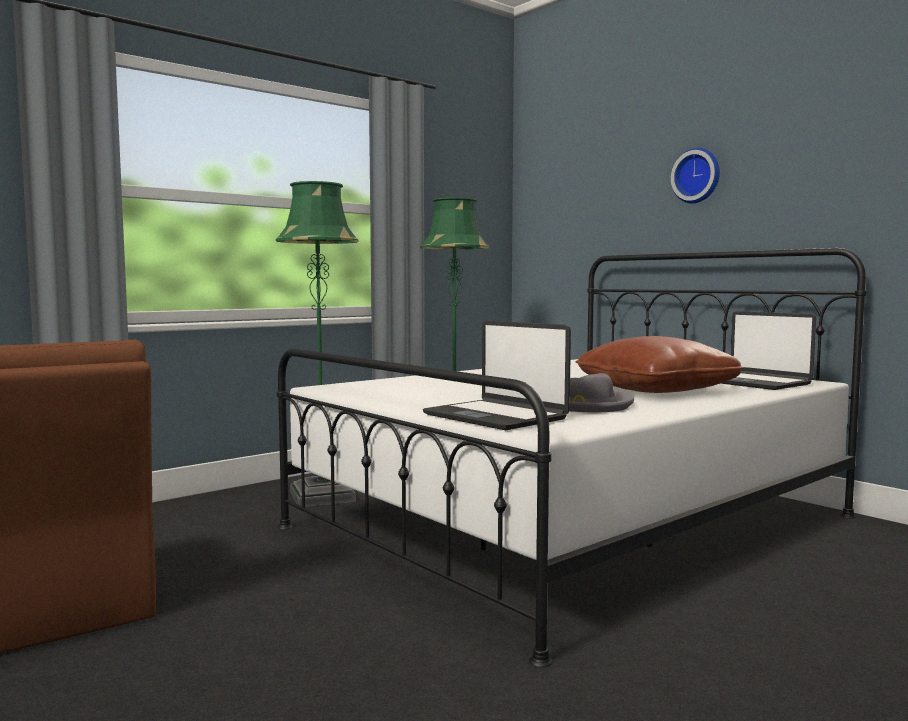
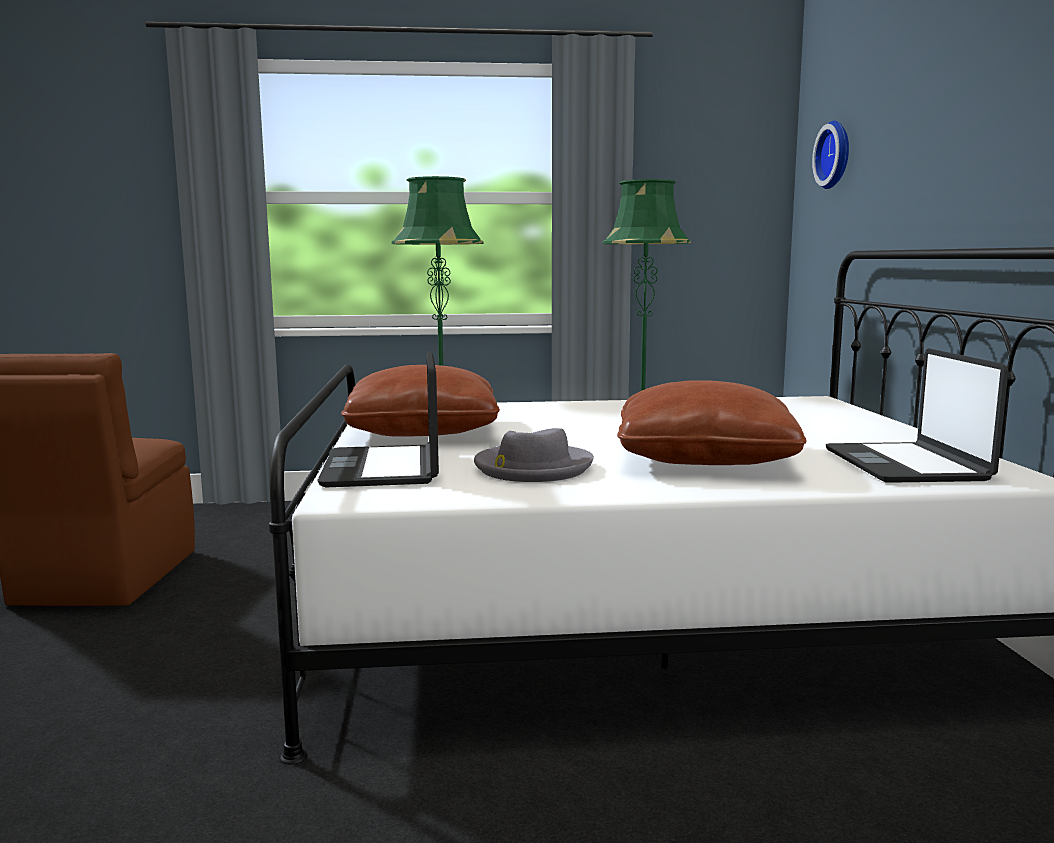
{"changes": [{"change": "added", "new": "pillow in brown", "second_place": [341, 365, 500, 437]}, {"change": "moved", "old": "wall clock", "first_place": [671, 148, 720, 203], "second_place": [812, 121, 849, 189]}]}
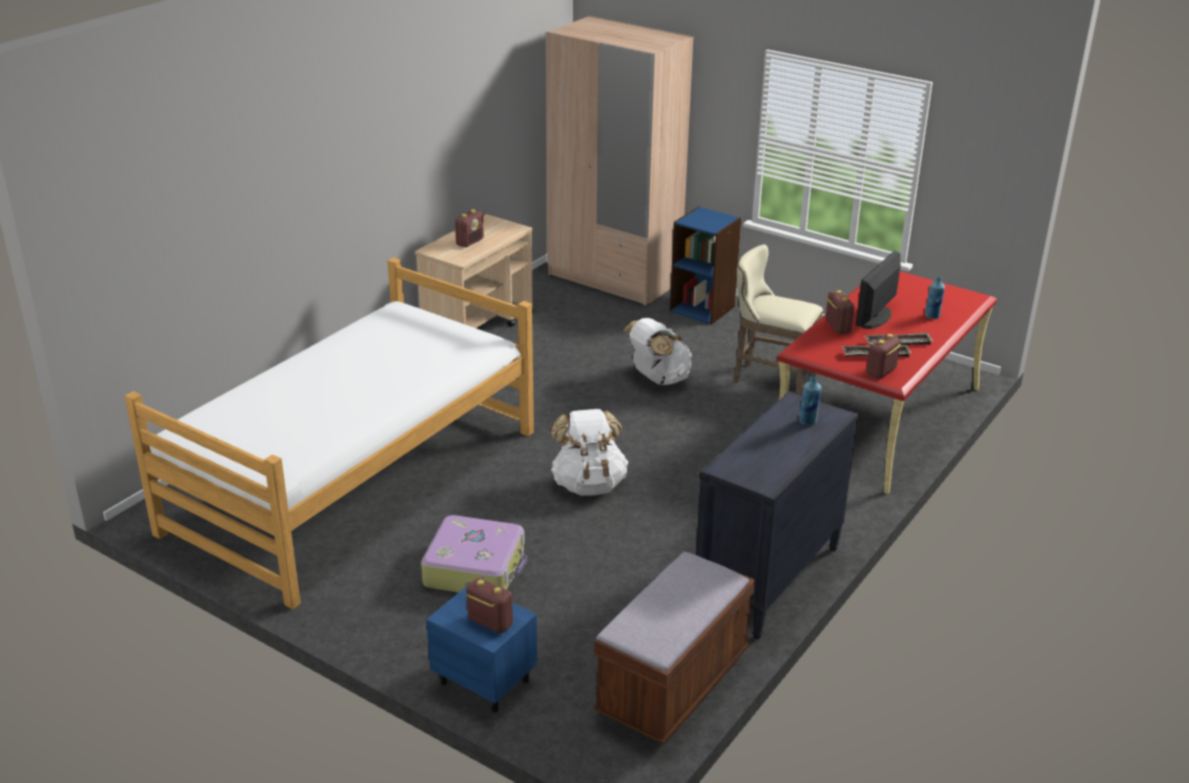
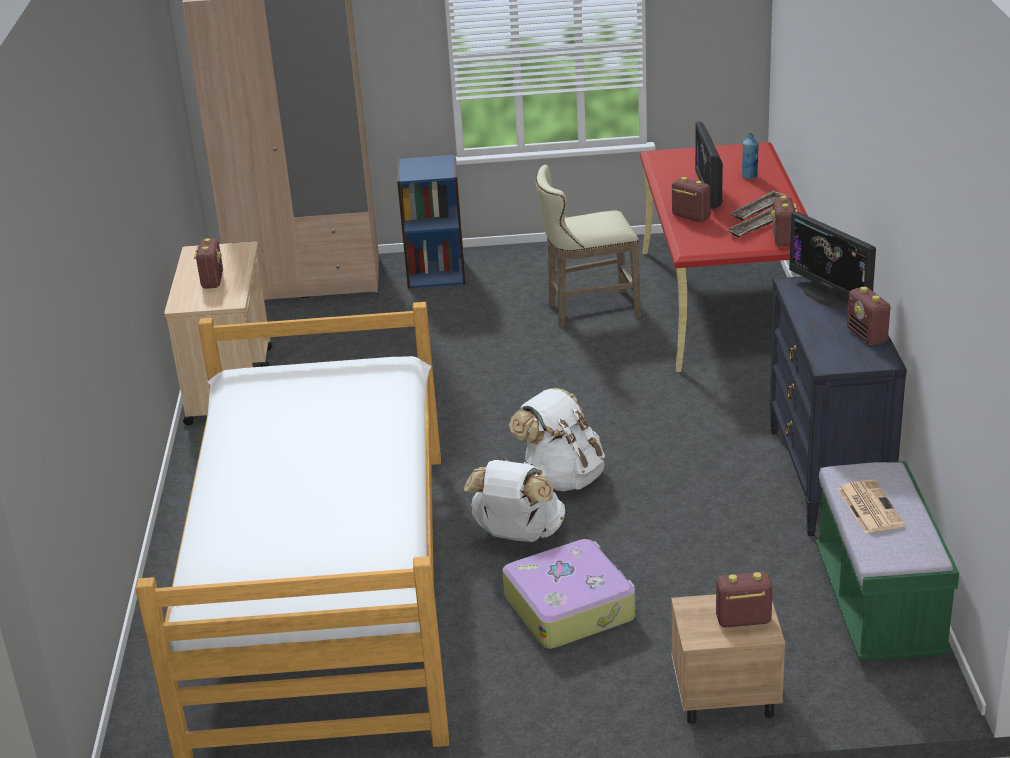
{"changes": [{"change": "added", "new": "newspaper", "second_place": [837, 480, 905, 533]}, {"change": "added", "new": "radio", "second_place": [847, 287, 892, 346]}, {"change": "moved", "old": "backpack in white", "first_place": [624, 318, 692, 385], "second_place": [464, 460, 565, 542]}, {"change": "replaced", "old": "bottle in blue", "new": "monitor", "first_place": [799, 376, 821, 426], "second_place": [789, 212, 876, 311]}, {"change": "recoloured", "old": "nightstand in blue", "new": "nightstand in beige", "first_place": [426, 584, 537, 713], "second_place": [671, 594, 785, 724]}, {"change": "recoloured", "old": "bench in brown", "new": "bench in green", "first_place": [593, 552, 755, 745], "second_place": [816, 461, 959, 662]}]}
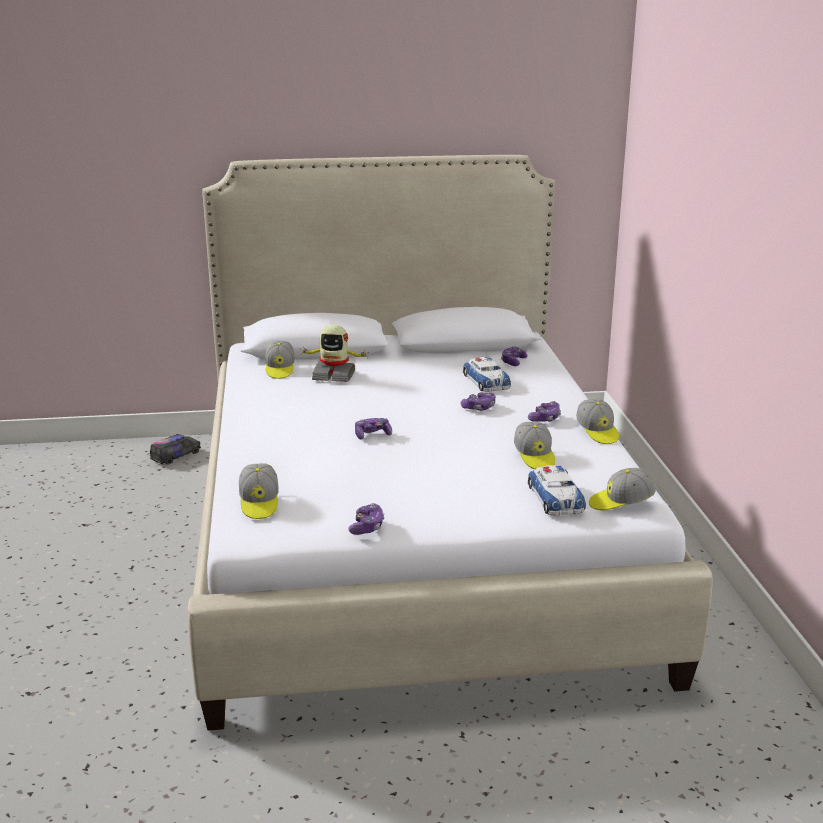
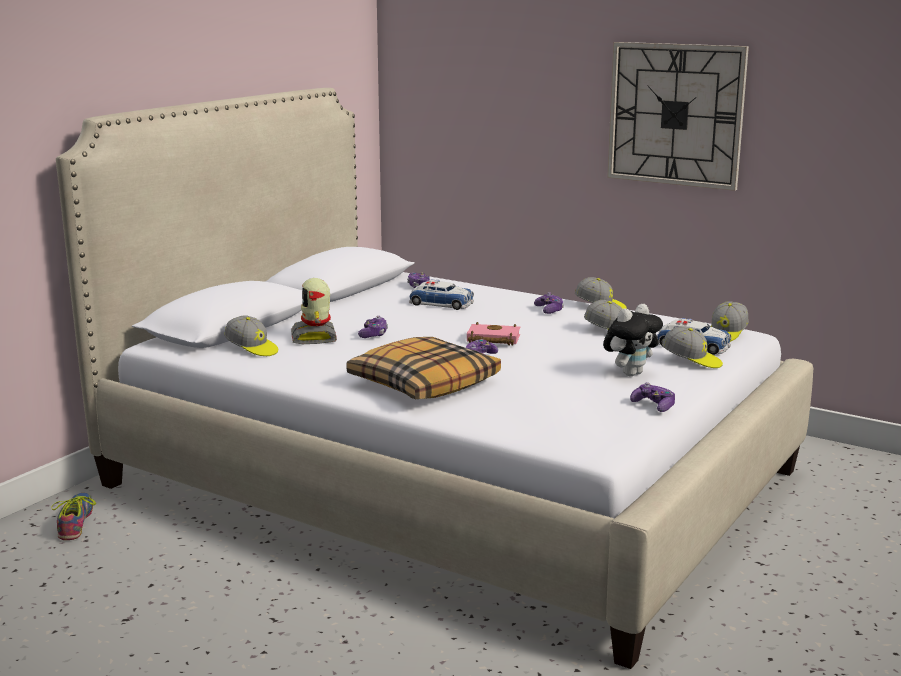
{"changes": [{"change": "added", "new": "pillow", "second_place": [346, 337, 501, 399]}, {"change": "added", "new": "book in pink", "second_place": [467, 322, 520, 346]}, {"change": "added", "new": "plush toy", "second_place": [603, 304, 663, 376]}, {"change": "added", "new": "wall clock", "second_place": [607, 42, 749, 191]}, {"change": "moved", "old": "cap", "first_place": [239, 463, 279, 519], "second_place": [662, 326, 723, 368]}, {"change": "moved", "old": "game controller", "first_place": [461, 392, 495, 411], "second_place": [358, 316, 388, 338]}, {"change": "replaced", "old": "toy truck", "new": "shoe", "first_place": [150, 434, 201, 465], "second_place": [51, 493, 96, 540]}, {"change": "turned", "old": "toy robot", "first_place": [300, 324, 368, 382], "second_place": [291, 278, 337, 344], "degrees": 120}]}
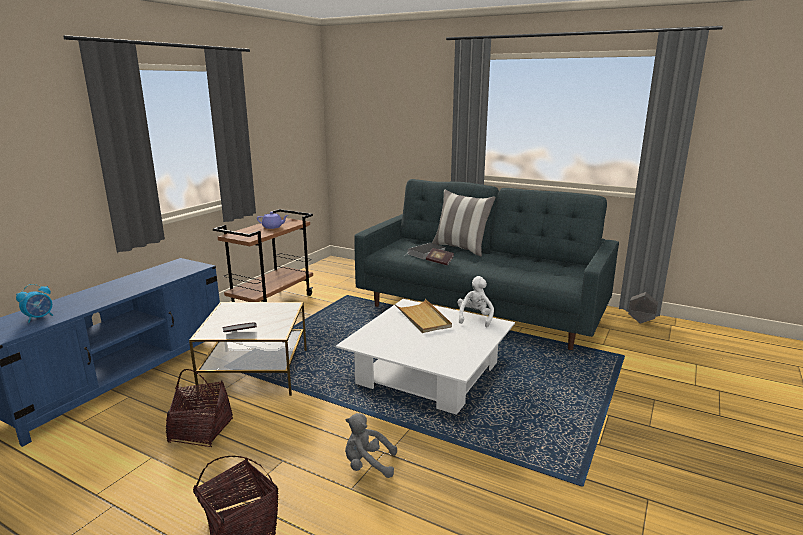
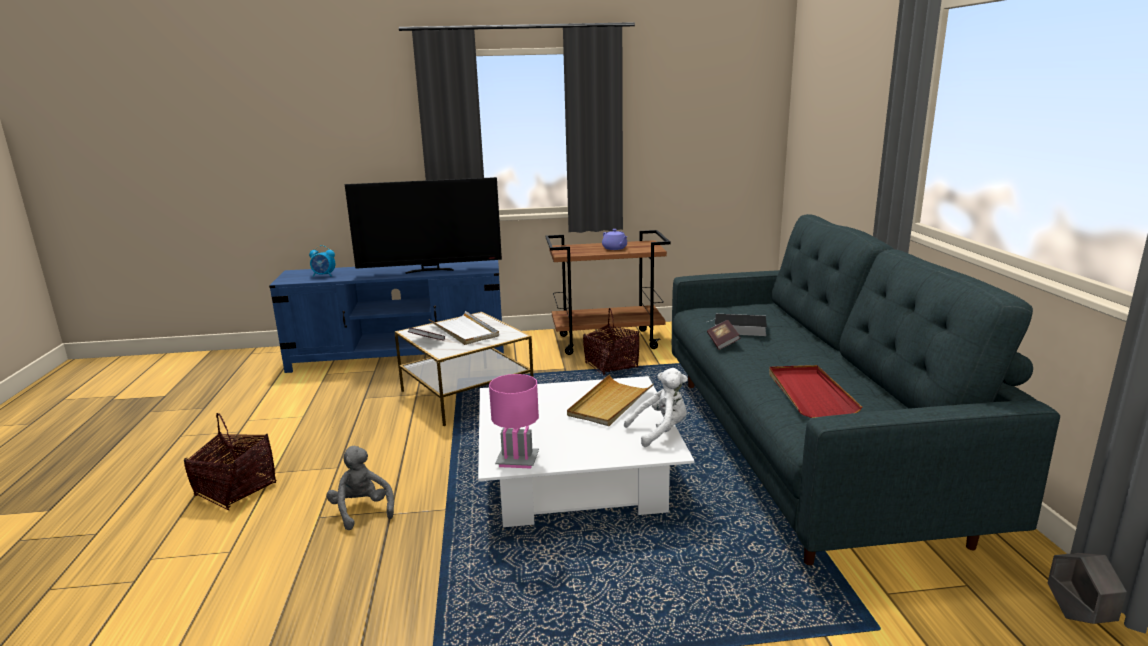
{"changes": [{"change": "removed", "old": "pillow", "first_place": [432, 189, 496, 256]}, {"change": "added", "new": "television", "second_place": [345, 177, 502, 274]}, {"change": "added", "new": "tray in white", "second_place": [429, 311, 499, 345]}, {"change": "added", "new": "table lamp in pink", "second_place": [489, 374, 539, 469]}, {"change": "added", "new": "tray in red", "second_place": [769, 365, 862, 418]}, {"change": "moved", "old": "basket", "first_place": [166, 369, 233, 447], "second_place": [583, 308, 639, 375]}]}
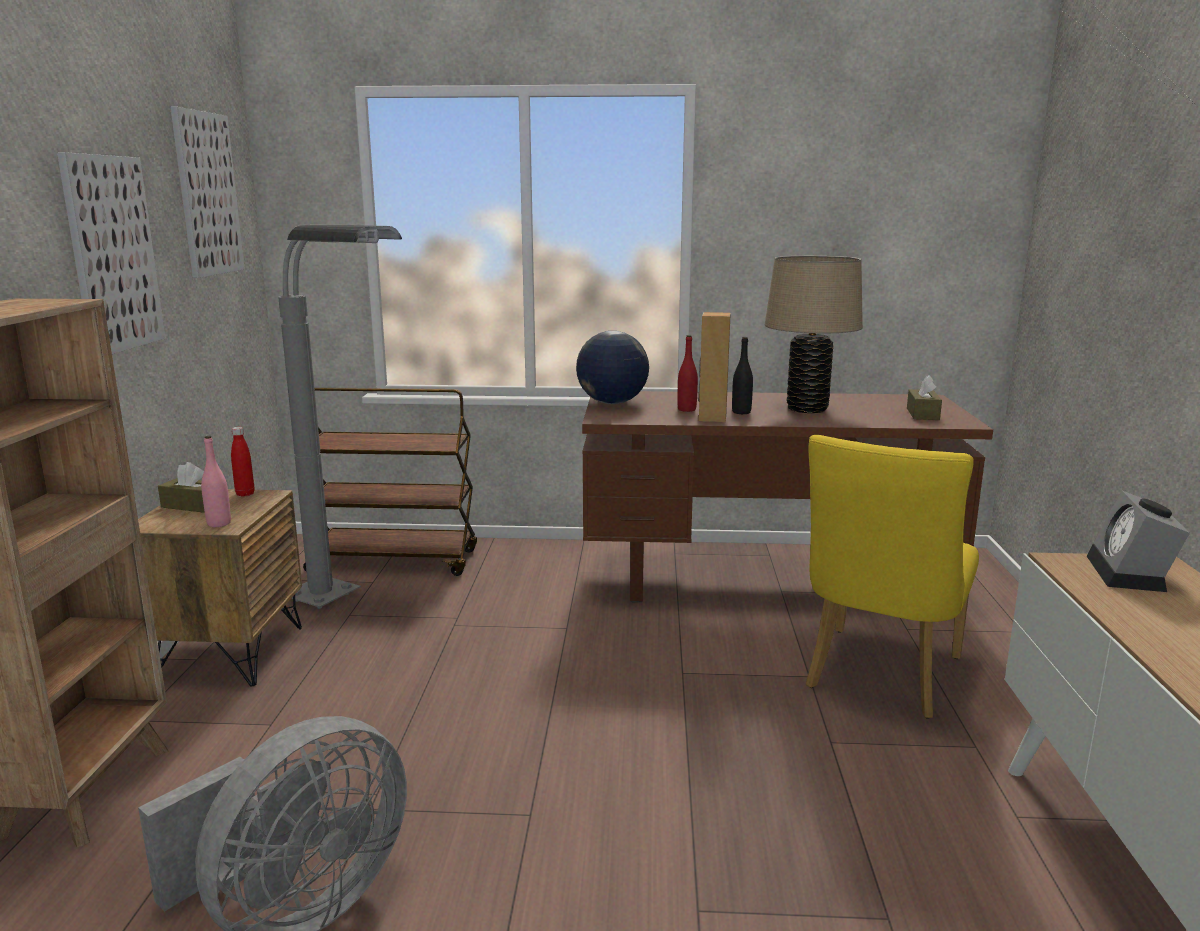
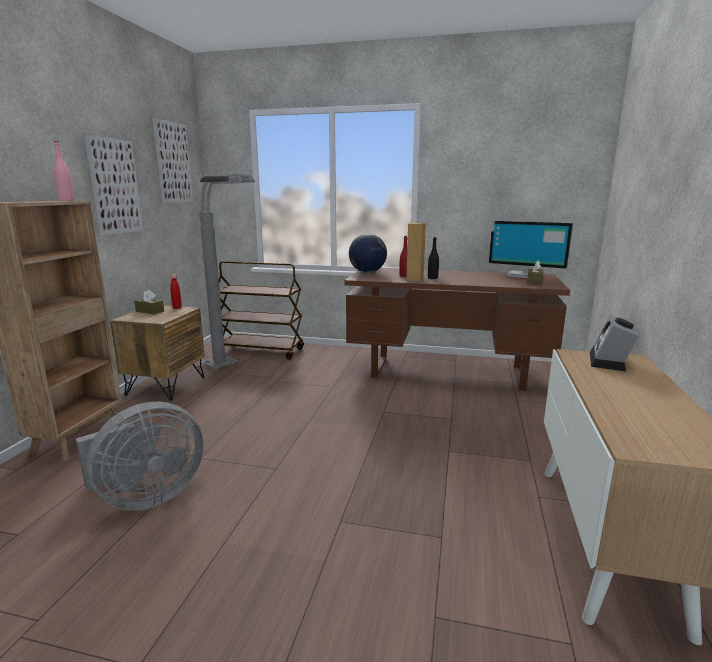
{"changes": [{"change": "removed", "old": "table lamp in beige", "first_place": [765, 256, 863, 413]}, {"change": "removed", "old": "chair in yellow", "first_place": [806, 435, 979, 719]}, {"change": "added", "new": "monitor", "second_place": [489, 220, 573, 278]}, {"change": "moved", "old": "bottle in pink", "first_place": [201, 436, 231, 527], "second_place": [53, 141, 74, 201]}]}
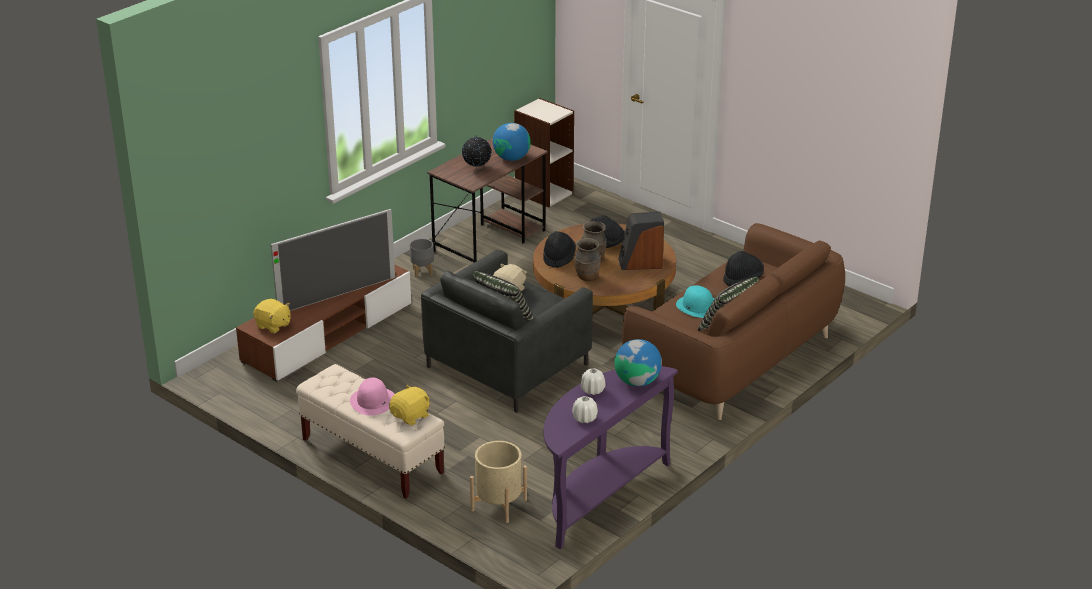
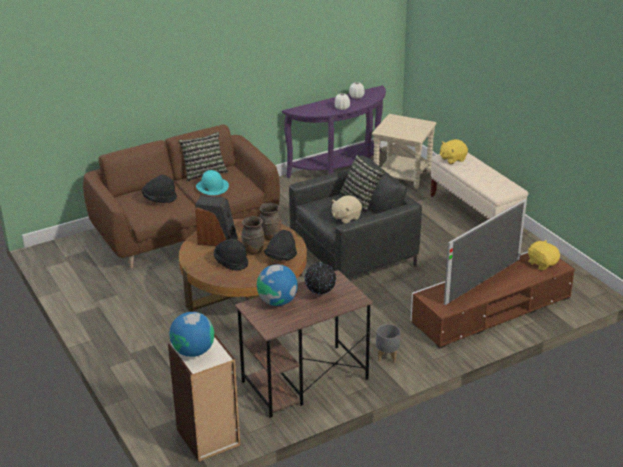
{"changes": [{"change": "removed", "old": "hat in pink", "first_place": [350, 377, 394, 415]}, {"change": "moved", "old": "globe", "first_place": [614, 339, 662, 387], "second_place": [169, 312, 214, 357]}, {"change": "replaced", "old": "planter in beige", "new": "side table in beige", "first_place": [470, 441, 527, 523], "second_place": [372, 114, 437, 189]}, {"change": "turned", "old": "television", "first_place": [271, 209, 395, 311], "second_place": [444, 199, 527, 305], "degrees": 150}]}
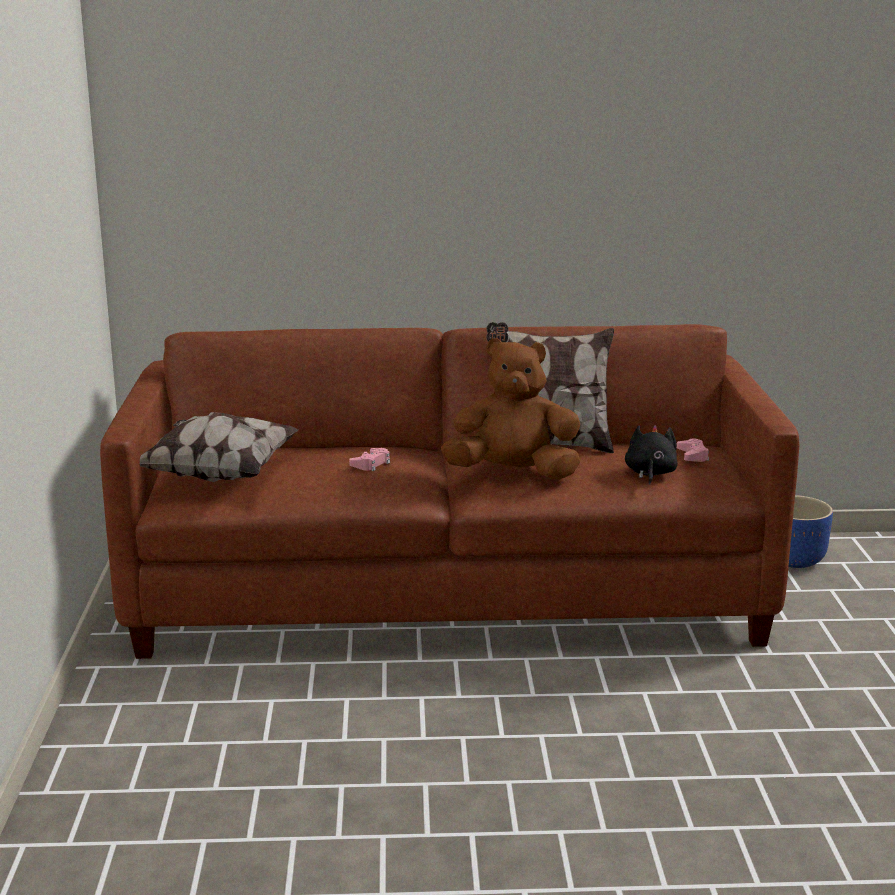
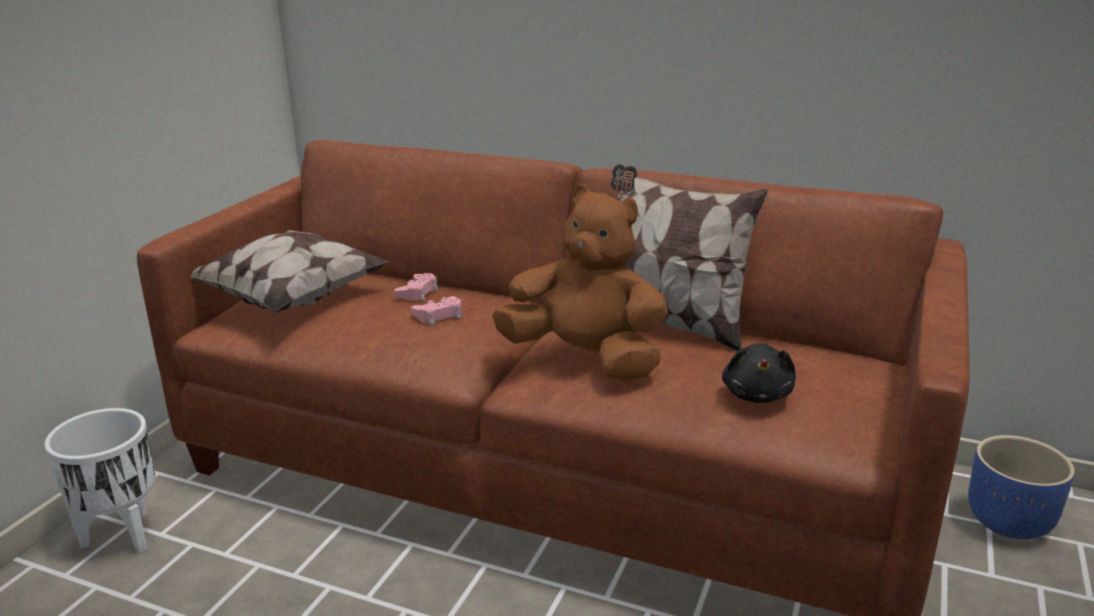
{"changes": [{"change": "added", "new": "planter in white", "second_place": [45, 408, 155, 553]}, {"change": "moved", "old": "game controller in pink", "first_place": [677, 438, 709, 462], "second_place": [394, 273, 438, 301]}, {"change": "turned", "old": "plush toy in black", "first_place": [625, 425, 678, 485], "second_place": [722, 344, 796, 403], "degrees": 150}]}
